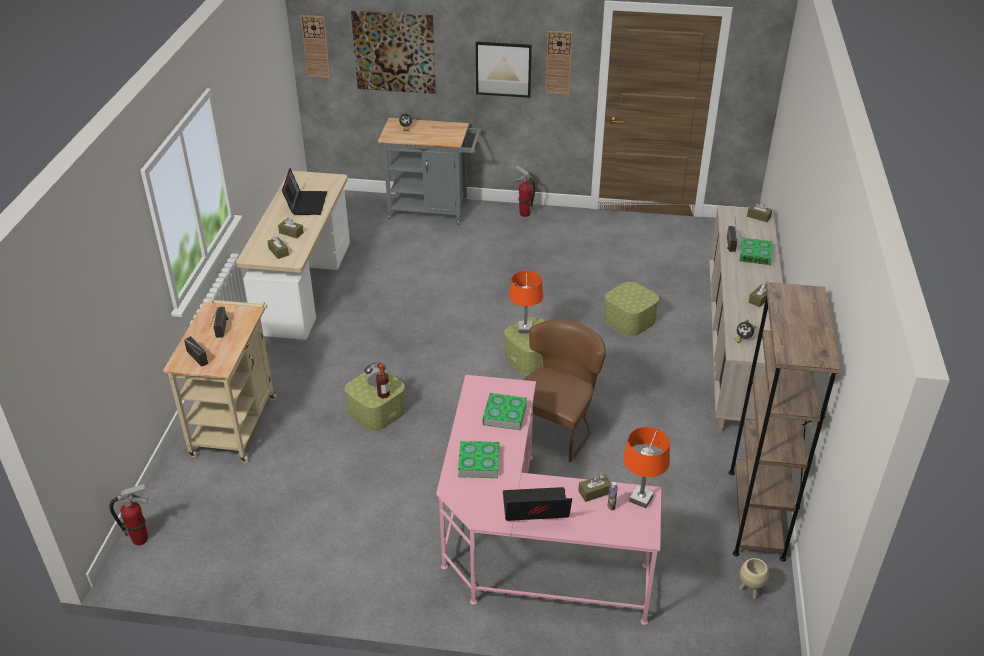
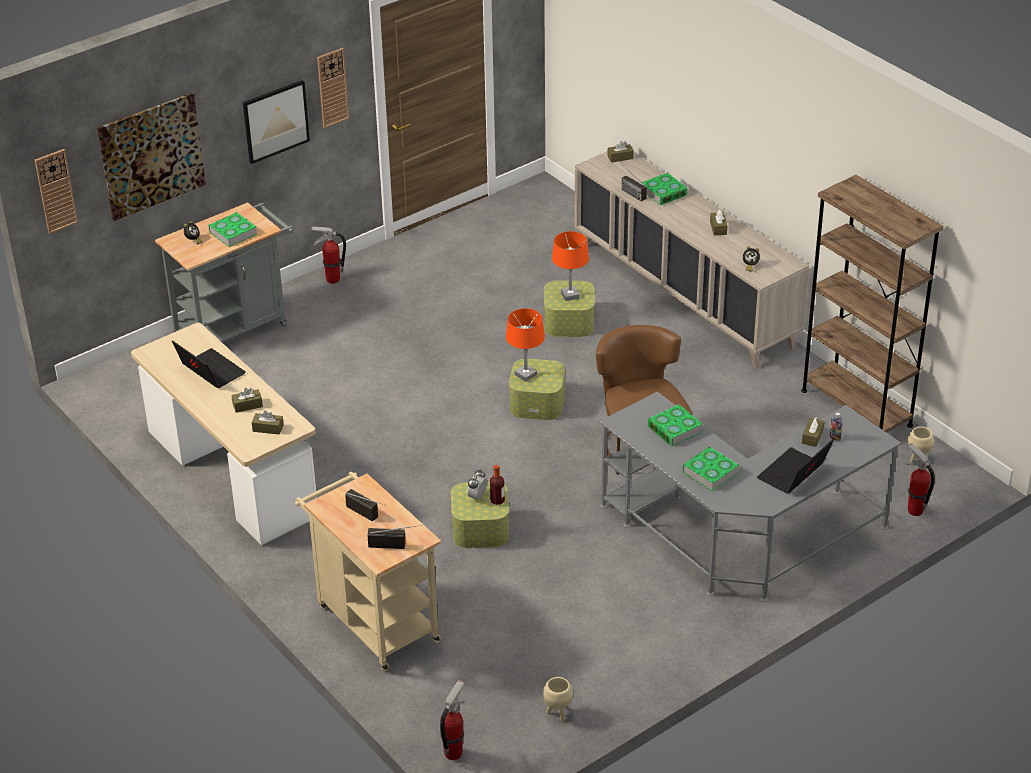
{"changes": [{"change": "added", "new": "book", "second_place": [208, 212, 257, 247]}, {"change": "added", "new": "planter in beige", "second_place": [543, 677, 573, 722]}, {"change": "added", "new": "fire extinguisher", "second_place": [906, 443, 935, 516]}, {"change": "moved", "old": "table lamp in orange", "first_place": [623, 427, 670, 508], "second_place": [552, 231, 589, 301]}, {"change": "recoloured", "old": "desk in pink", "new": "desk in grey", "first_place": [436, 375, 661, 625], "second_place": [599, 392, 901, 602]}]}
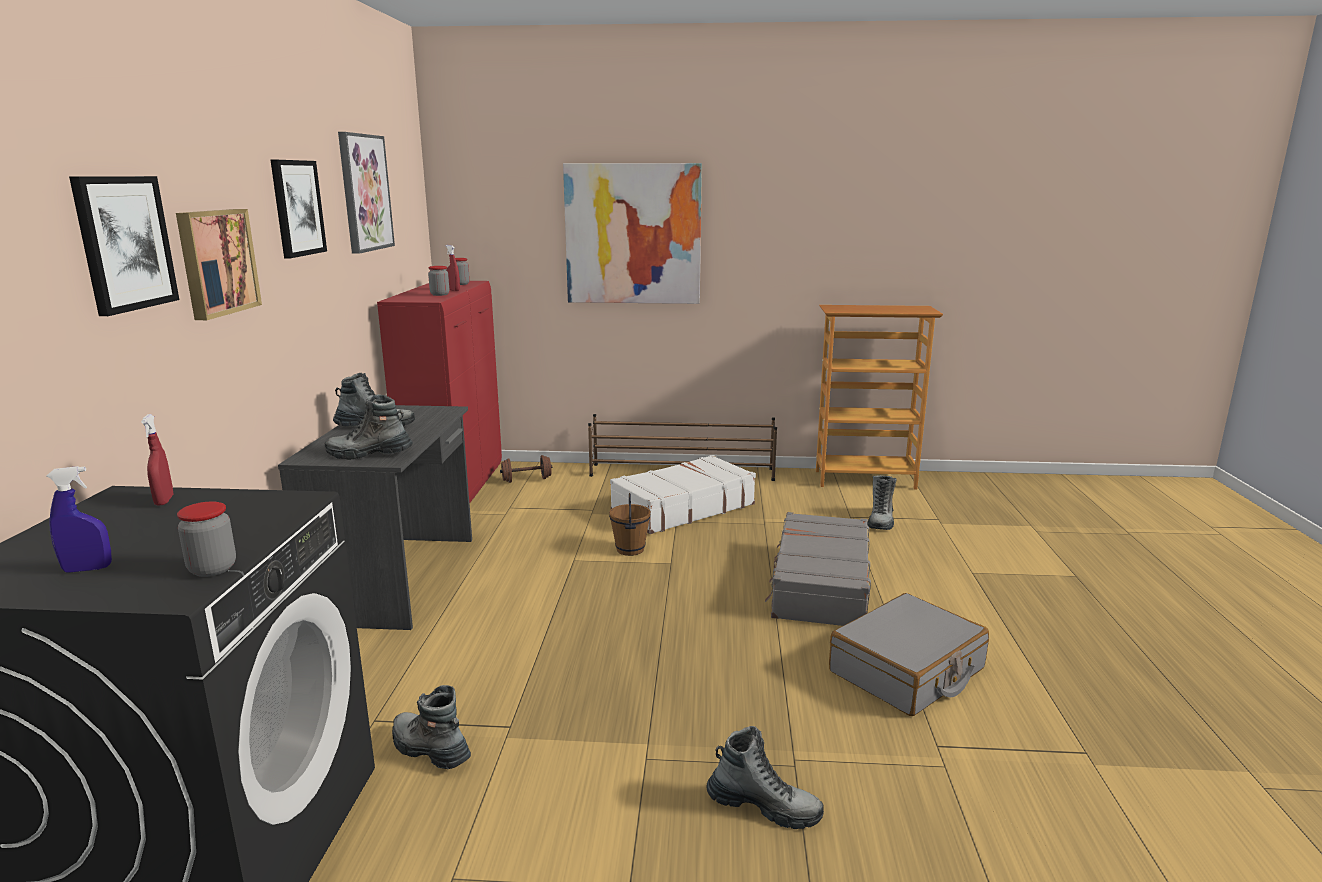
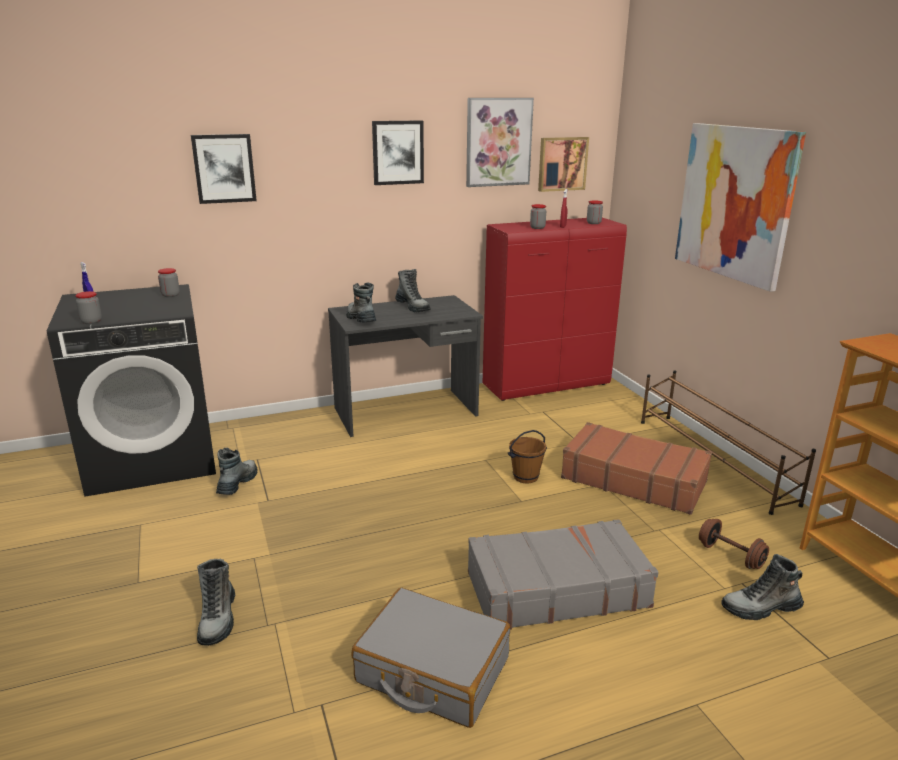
{"changes": [{"change": "moved", "old": "picture", "first_place": [176, 209, 262, 320], "second_place": [538, 137, 589, 192]}, {"change": "moved", "old": "dumbbell in brown", "first_place": [500, 455, 552, 483], "second_place": [699, 519, 769, 569]}, {"change": "replaced", "old": "spray bottle in red", "new": "jar", "first_place": [141, 414, 173, 506], "second_place": [158, 268, 180, 297]}, {"change": "recoloured", "old": "suitcase in white", "new": "suitcase in brown", "first_place": [610, 455, 756, 534], "second_place": [561, 422, 712, 515]}]}
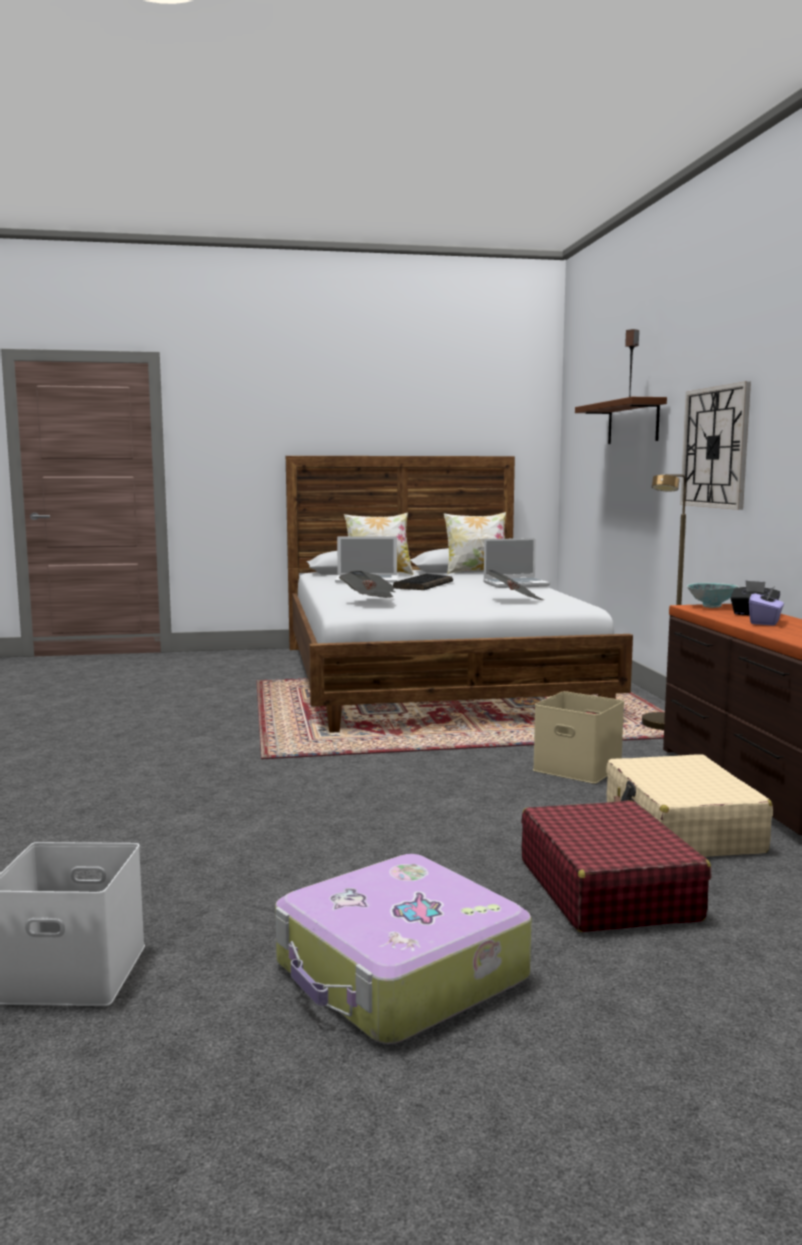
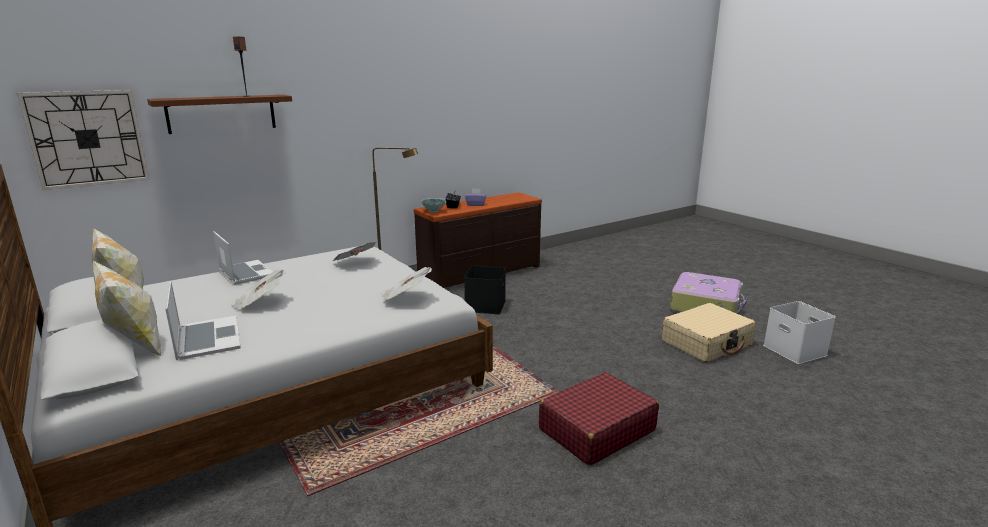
{"changes": [{"change": "moved", "old": "suitcase in red", "first_place": [521, 801, 711, 932], "second_place": [539, 372, 659, 466]}, {"change": "moved", "old": "suitcase in beige", "first_place": [606, 754, 773, 857], "second_place": [662, 303, 756, 362]}, {"change": "moved", "old": "wall clock", "first_place": [680, 381, 751, 510], "second_place": [17, 90, 150, 190]}, {"change": "replaced", "old": "keyboard", "new": "newspaper", "first_place": [393, 574, 453, 590], "second_place": [231, 270, 286, 310]}, {"change": "recoloured", "old": "storage box in beige", "new": "storage box in black", "first_place": [533, 691, 624, 784], "second_place": [464, 265, 506, 314]}]}
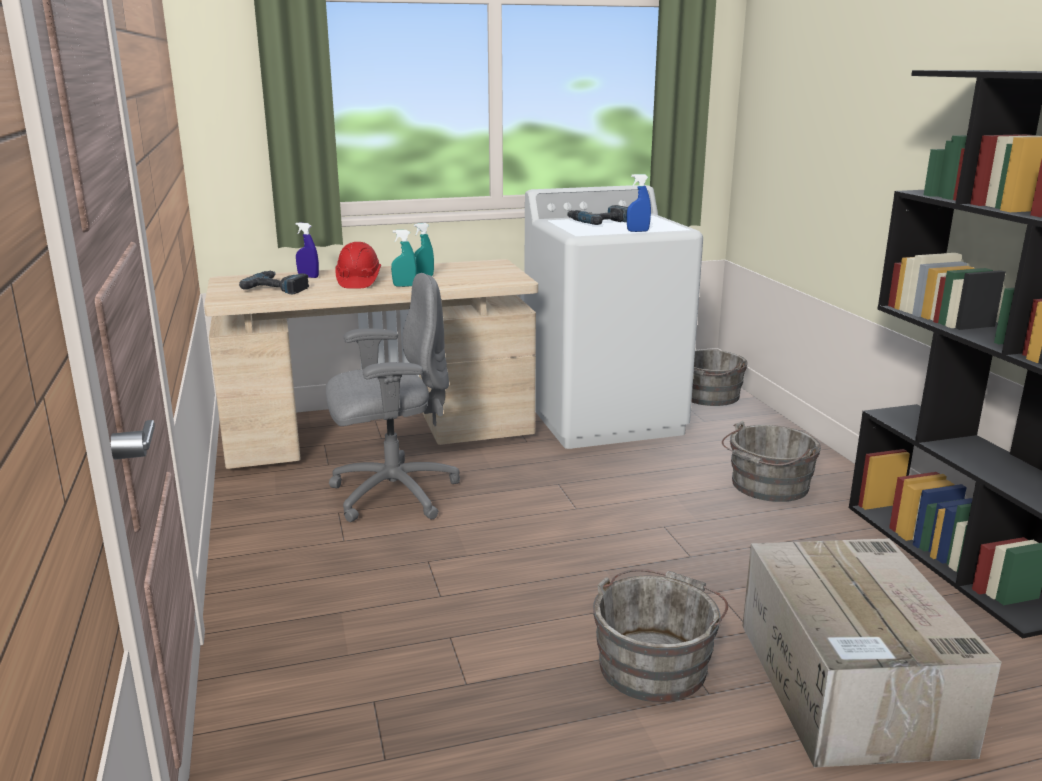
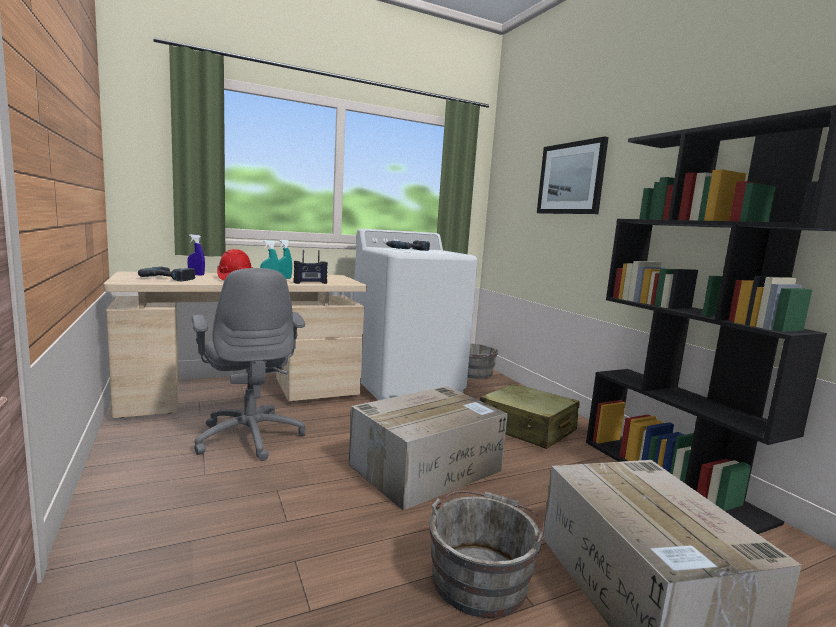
{"changes": [{"change": "removed", "old": "spray bottle in blue", "first_place": [627, 174, 651, 232]}, {"change": "added", "new": "radio", "second_place": [294, 250, 328, 284]}, {"change": "added", "new": "cardboard box", "second_place": [349, 386, 508, 510]}, {"change": "added", "new": "picture", "second_place": [537, 136, 609, 214]}, {"change": "replaced", "old": "bucket in grey", "new": "suitcase in beige", "first_place": [722, 421, 821, 502], "second_place": [480, 383, 580, 449]}, {"change": "turned", "old": "office chair in grey", "first_place": [326, 273, 460, 522], "second_place": [192, 268, 306, 461], "degrees": 90}]}
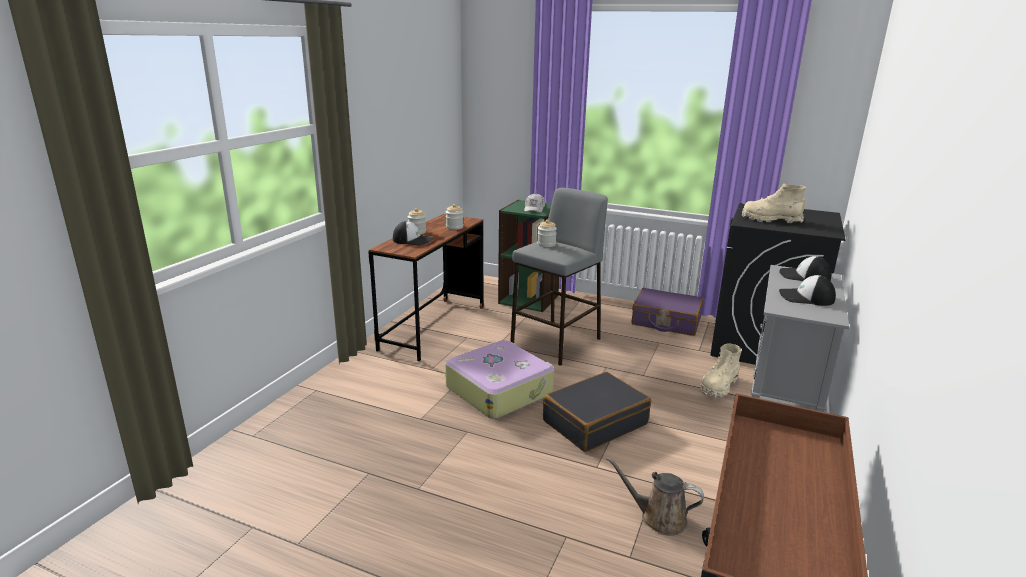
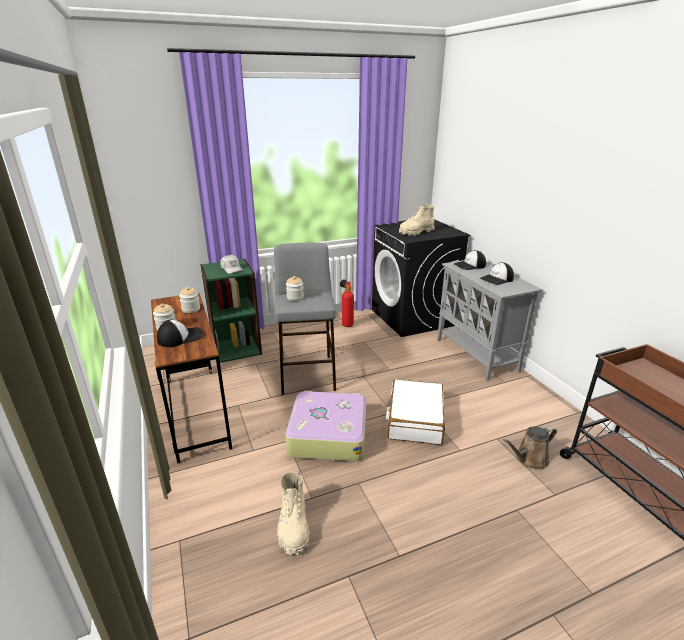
{"changes": [{"change": "moved", "old": "boot in beige", "first_place": [701, 343, 742, 398], "second_place": [277, 472, 310, 556]}, {"change": "replaced", "old": "suitcase in purple", "new": "fire extinguisher", "first_place": [631, 288, 704, 336], "second_place": [340, 279, 354, 327]}, {"change": "recoloured", "old": "suitcase in black", "new": "suitcase in white", "first_place": [543, 372, 651, 452], "second_place": [386, 379, 445, 445]}]}
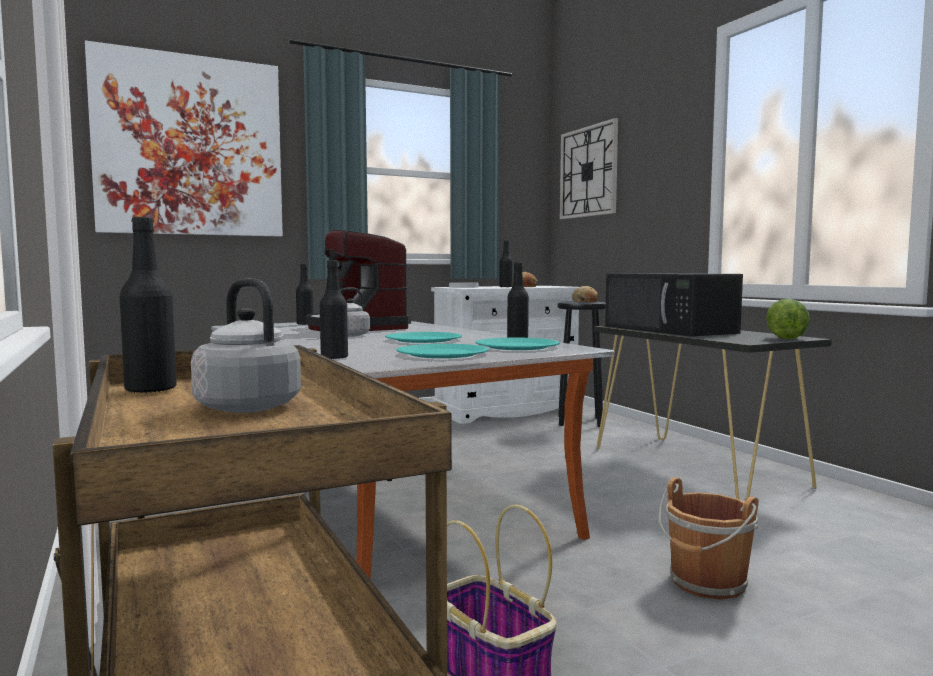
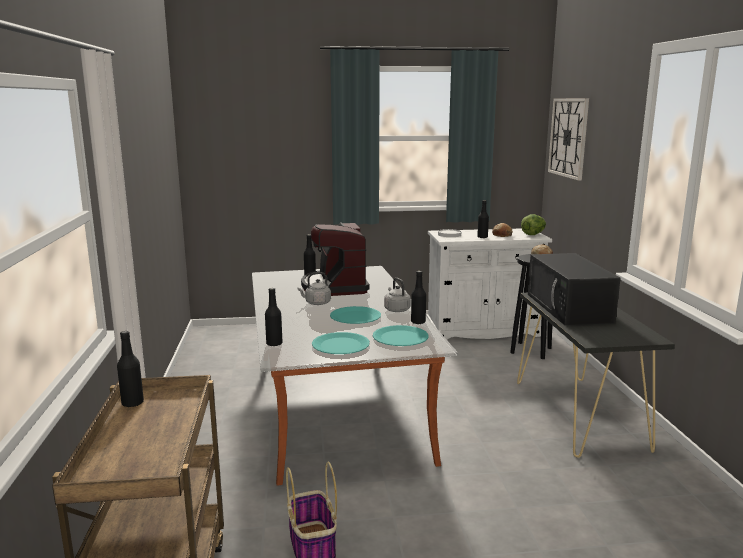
{"changes": [{"change": "removed", "old": "picture", "first_place": [85, 41, 283, 237]}, {"change": "removed", "old": "bucket in brown", "first_place": [659, 478, 759, 600]}, {"change": "moved", "old": "kettle in grey", "first_place": [191, 279, 301, 413], "second_place": [384, 278, 411, 312]}, {"change": "moved", "old": "lettuce", "first_place": [766, 299, 810, 339], "second_place": [521, 214, 546, 235]}]}
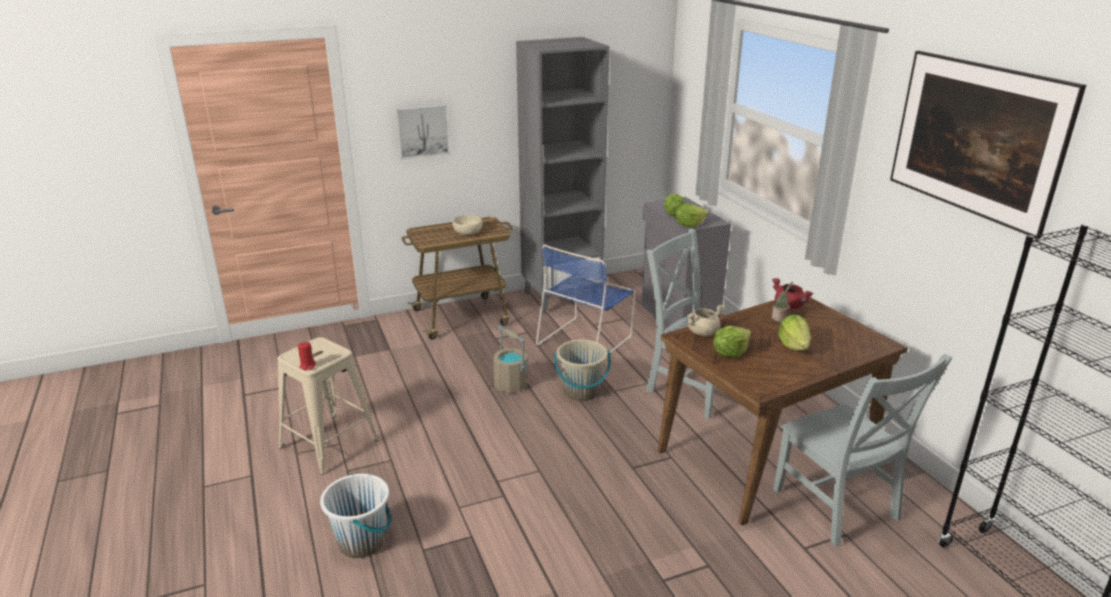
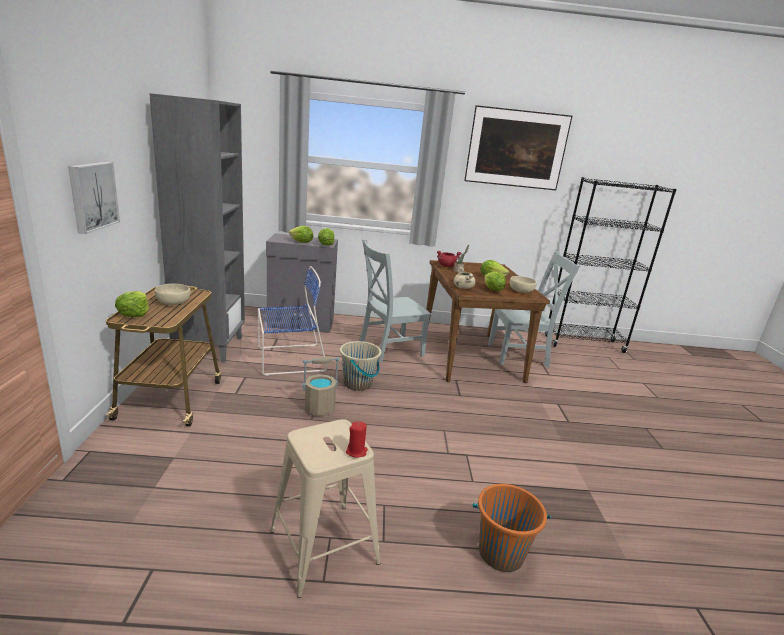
{"changes": [{"change": "added", "new": "lettuce", "second_place": [115, 291, 149, 317]}, {"change": "added", "new": "bowl in beige", "second_place": [510, 276, 537, 293]}, {"change": "recoloured", "old": "bucket in white", "new": "bucket in orange", "first_place": [320, 473, 391, 558], "second_place": [473, 484, 551, 572]}, {"change": "turned", "old": "chair in blue", "first_place": [536, 244, 636, 353], "second_place": [258, 266, 327, 376], "degrees": -75}]}
